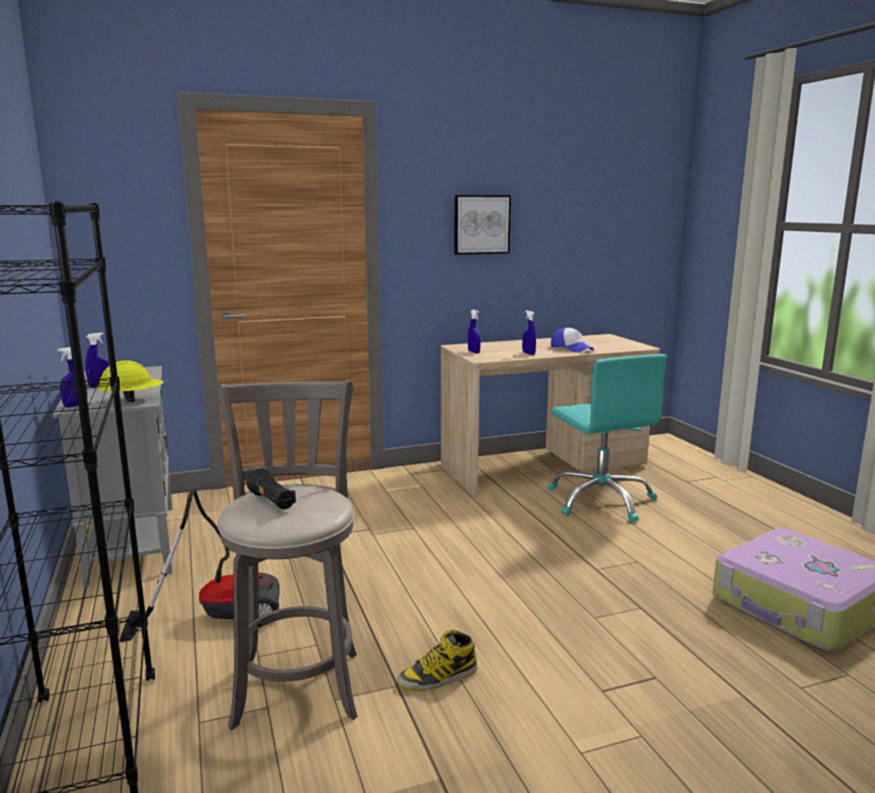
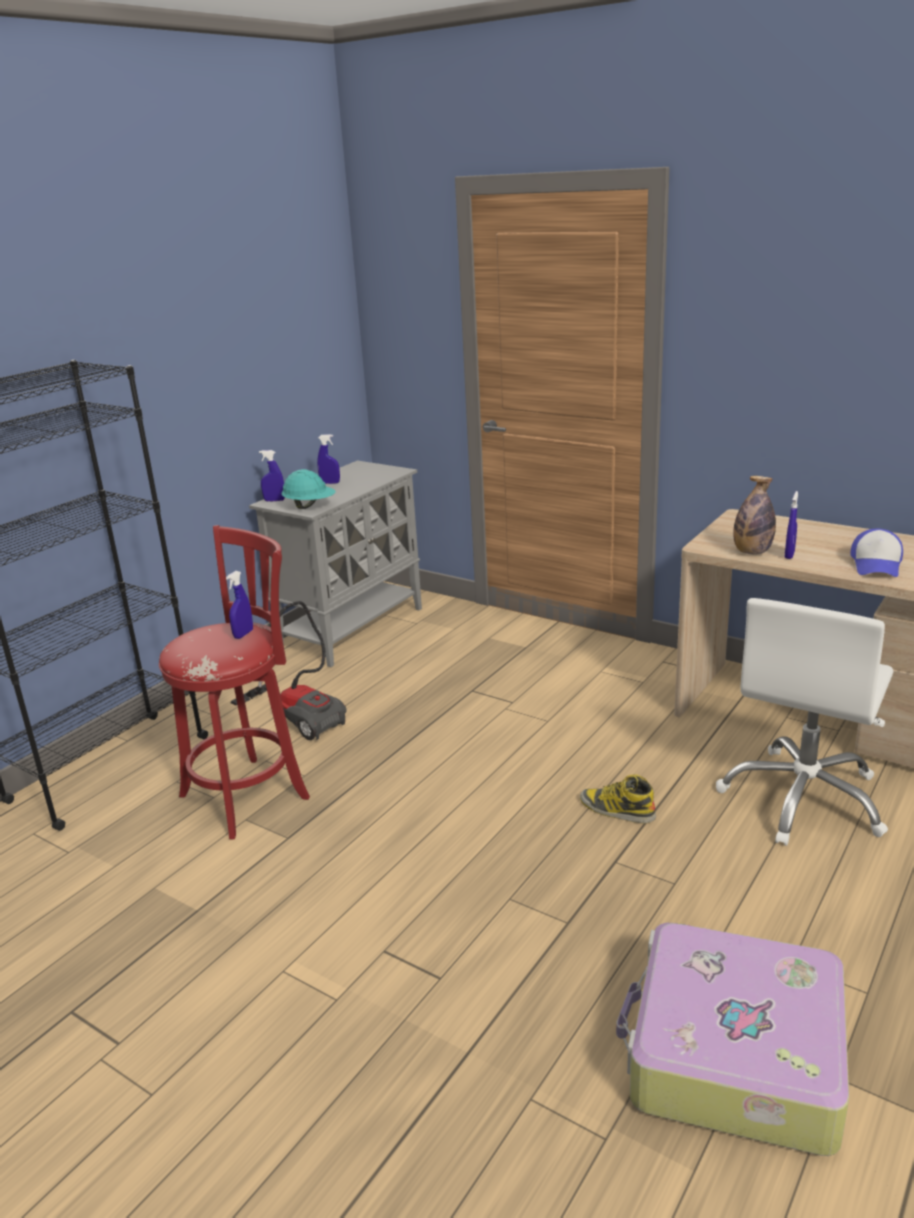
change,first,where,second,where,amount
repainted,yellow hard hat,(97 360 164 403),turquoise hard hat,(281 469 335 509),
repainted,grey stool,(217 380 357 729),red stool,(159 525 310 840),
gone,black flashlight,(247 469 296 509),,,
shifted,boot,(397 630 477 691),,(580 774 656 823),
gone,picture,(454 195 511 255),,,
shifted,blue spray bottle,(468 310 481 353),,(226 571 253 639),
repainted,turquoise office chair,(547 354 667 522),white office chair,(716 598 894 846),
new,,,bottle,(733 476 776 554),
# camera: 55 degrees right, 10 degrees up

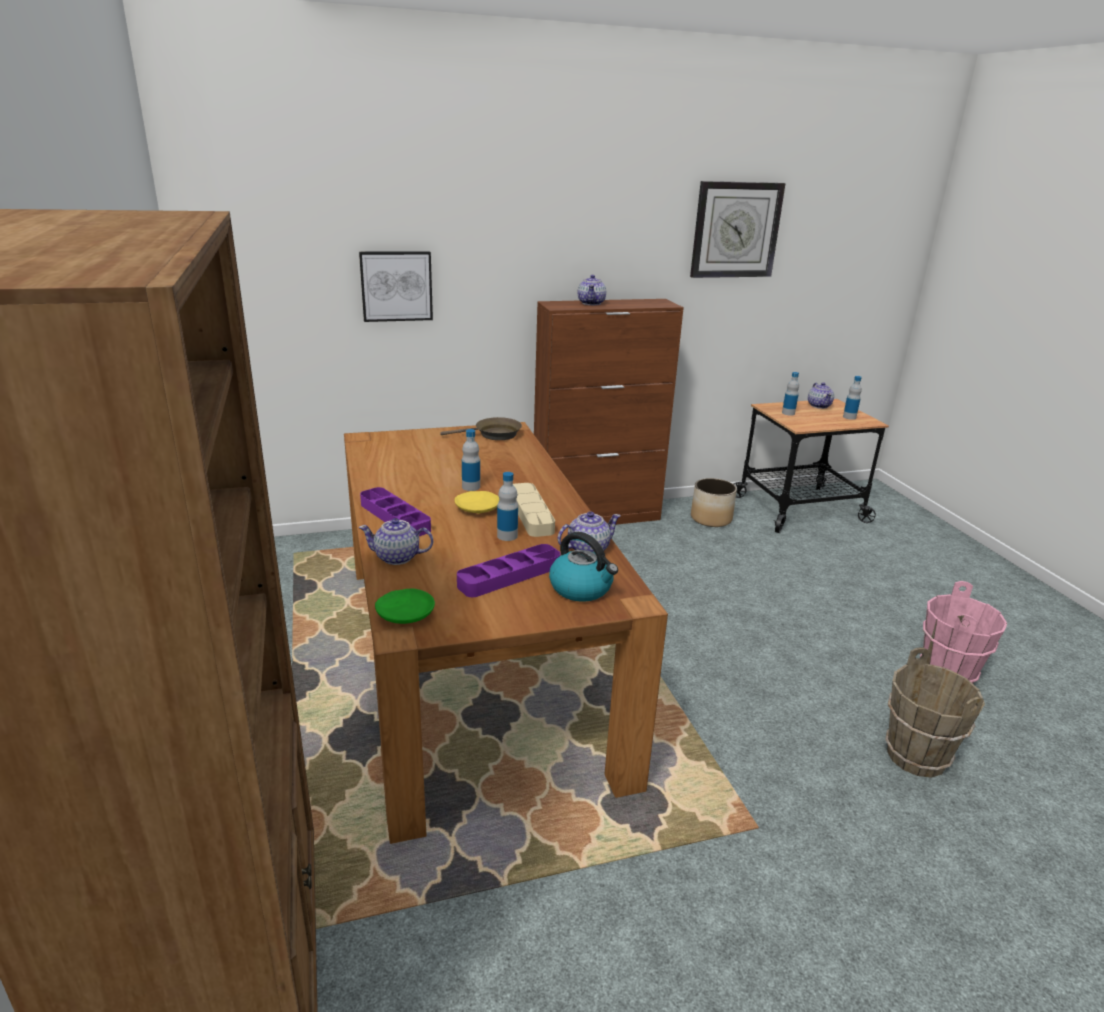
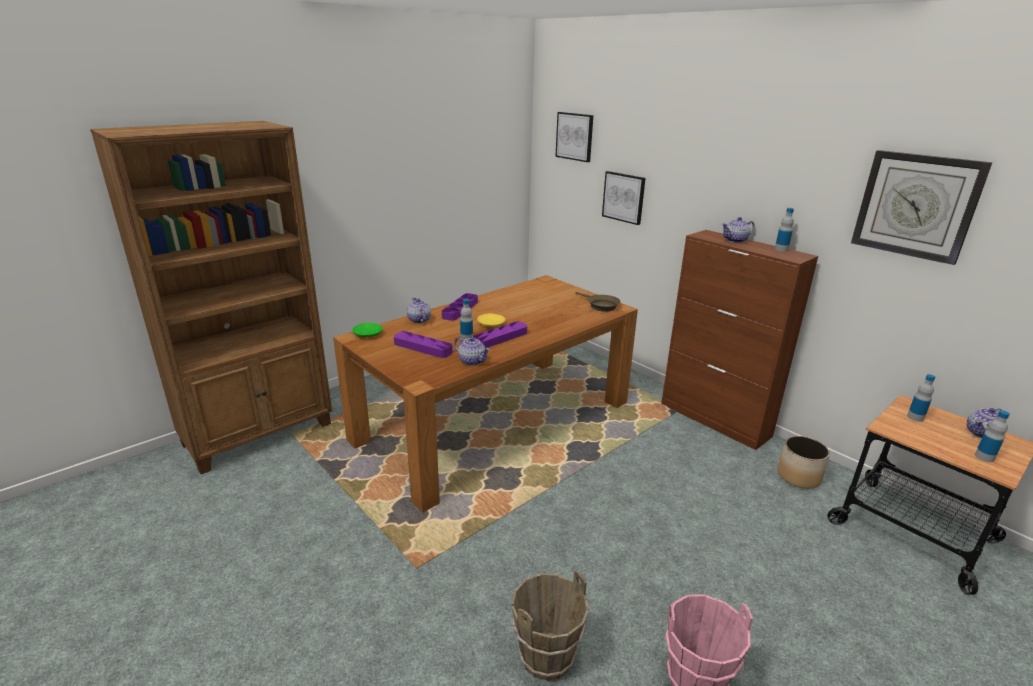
change,first,where,second,where,amount
shifted,bottle,(462 429 480 491),,(775 208 794 252),
repainted,beige tray,(513 483 555 537),purple tray,(473 321 527 348),
gone,kettle,(549 532 618 602),,,
new,,,picture,(555 112 593 162),
# camera: 65 degrees right, 0 degrees up

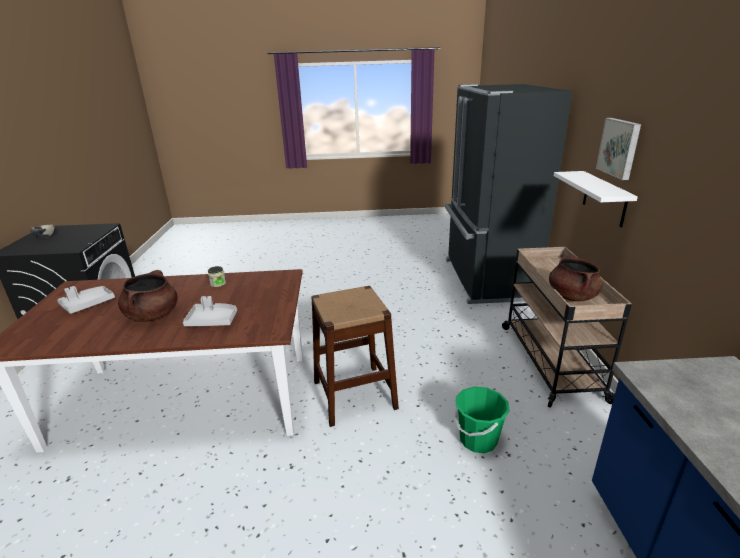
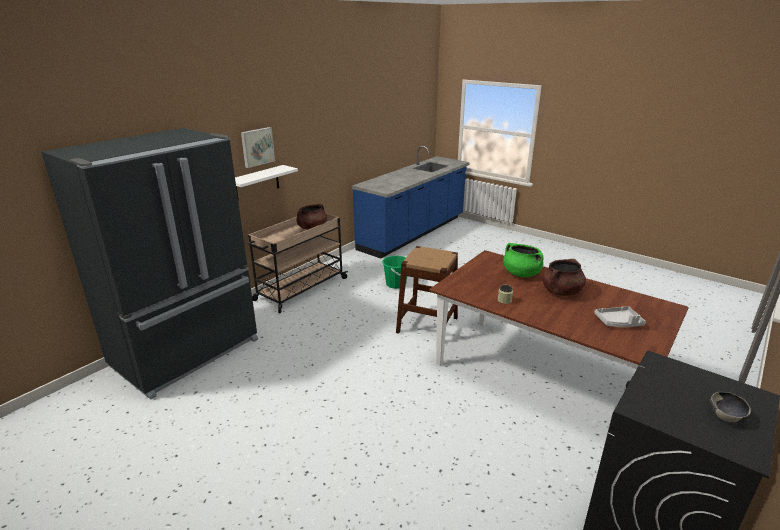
change,first,where,second,where,amount
swapped,grey tray,(183 296 237 326),green cooking pot,(503 243 544 277),
# camera: 140 degrees left, 0 degrees up

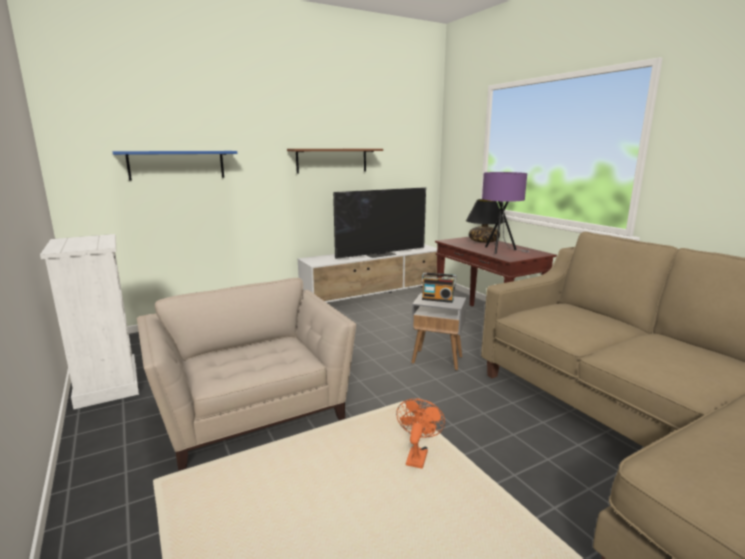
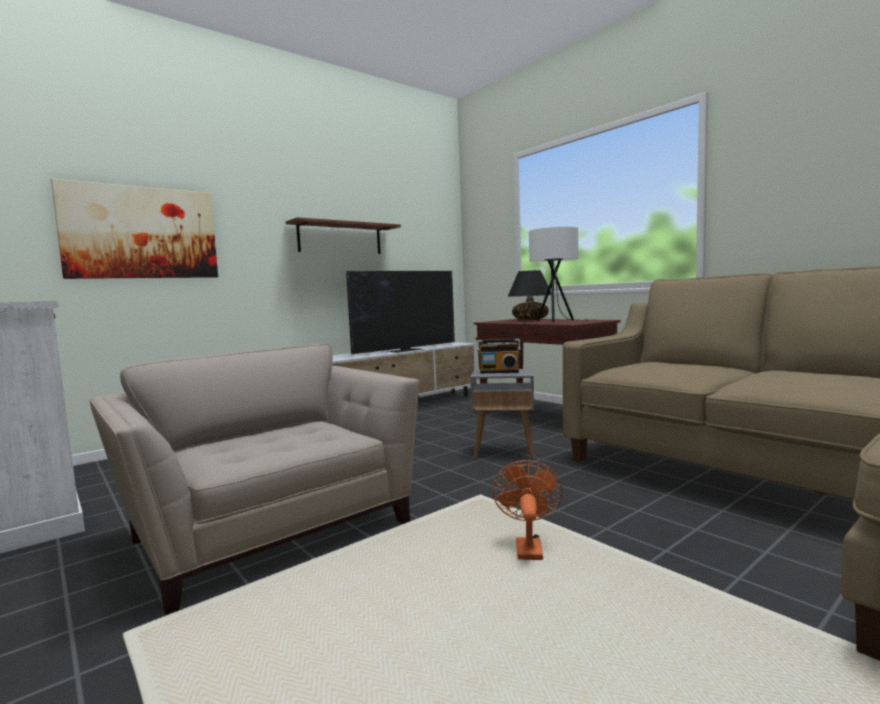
change,first,where,second,where,amount
swapped,blue shelf,(113 151 237 181),picture,(51 179 218 279),
repainted,purple table lamp,(482 172 530 254),white table lamp,(529 227 589 322),
# camera: 10 degrees left, 10 degrees down

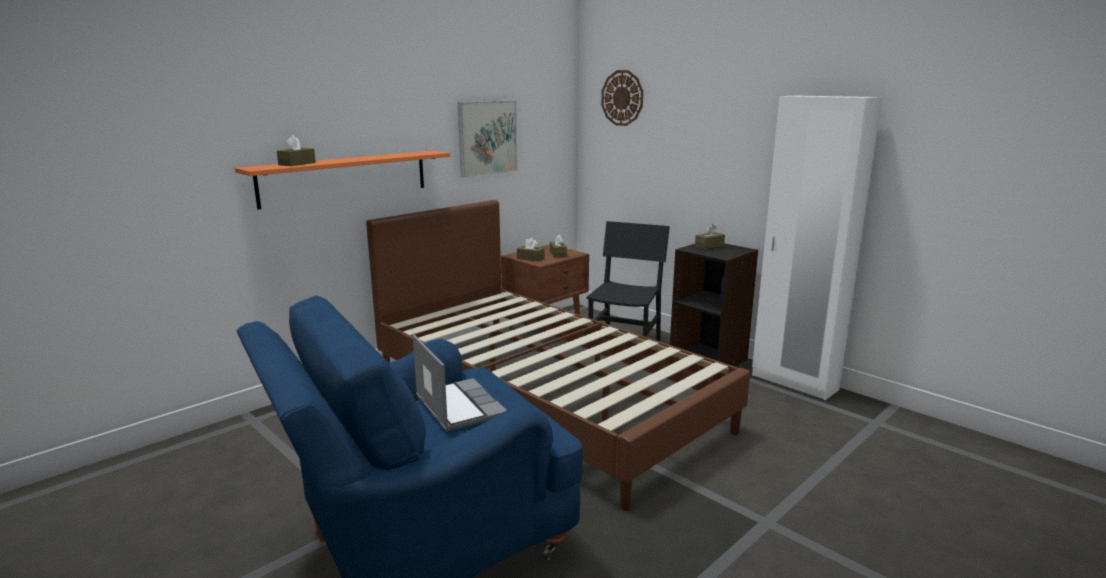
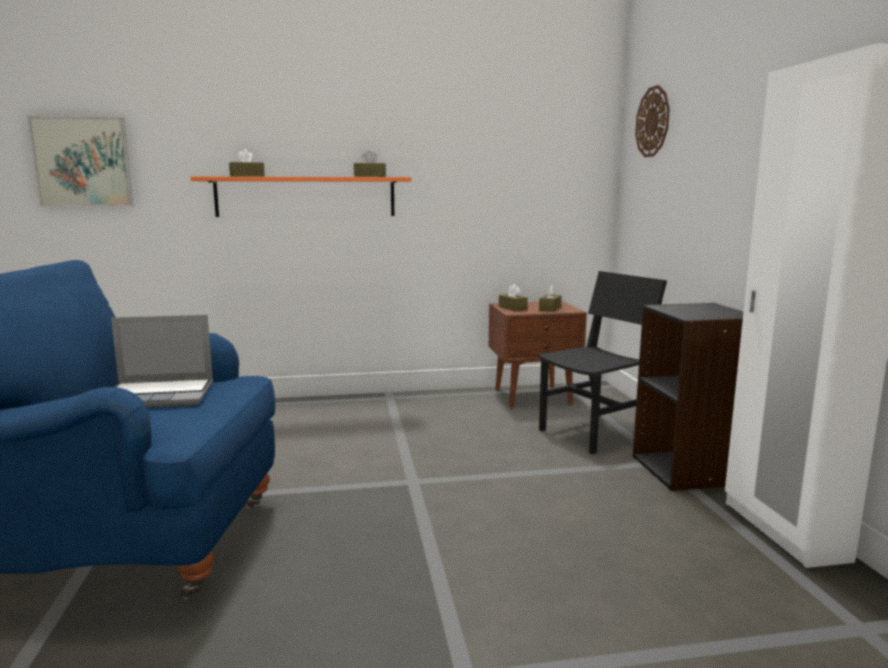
change,first,where,second,where,amount
gone,brown bed,(366 200 750 511),,,
rotated,laptop,(413 335 507 431),,(111 315 213 408),75 degrees clockwise
shifted,picture,(458 101 518 177),,(27 116 133 207),
shifted,brown tissue box,(695 224 725 249),,(354 150 386 177),
# camera: 35 degrees right, 5 degrees down

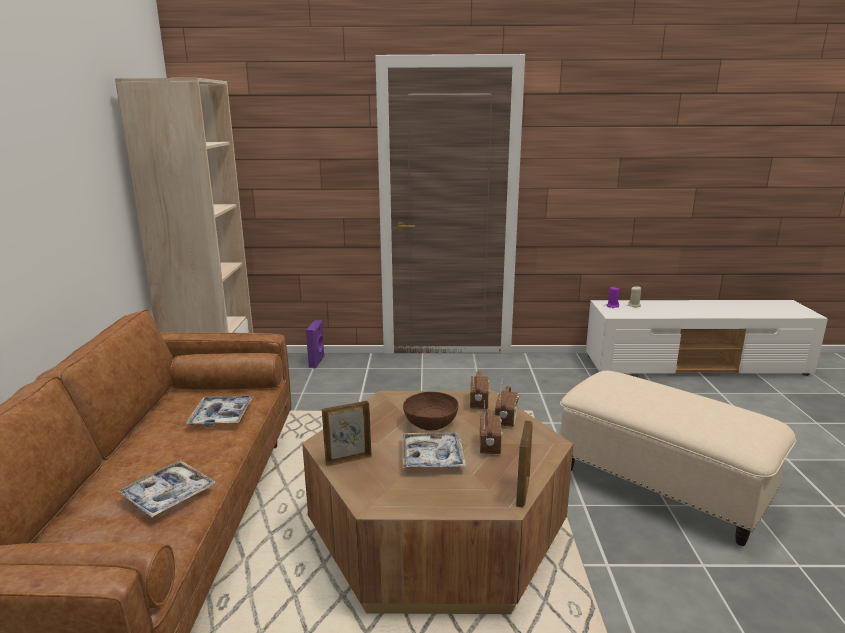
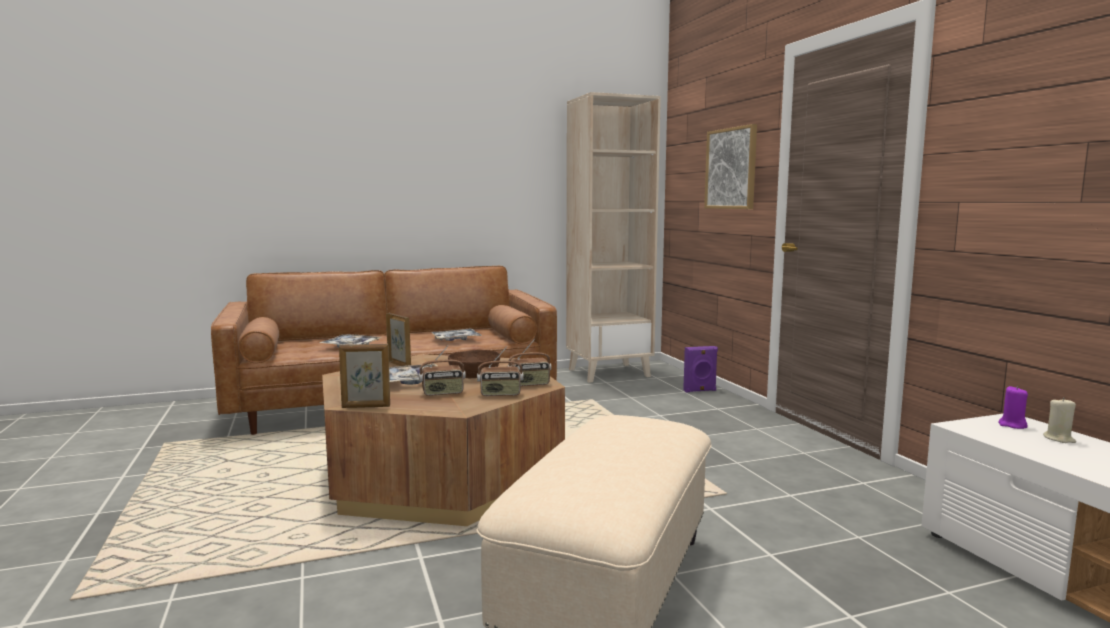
change,first,where,second,where,amount
new,,,picture,(704 124 757 209),
# camera: 70 degrees right, 10 degrees down

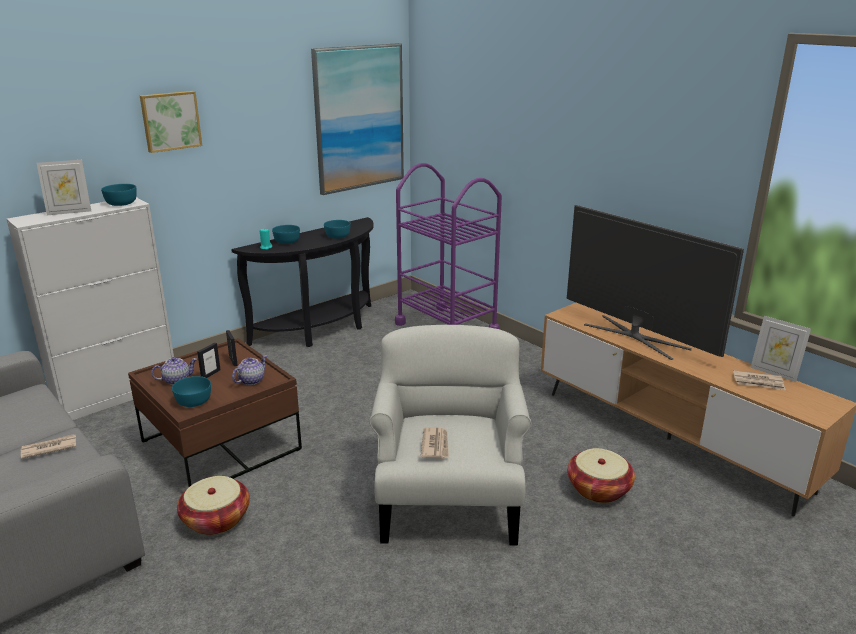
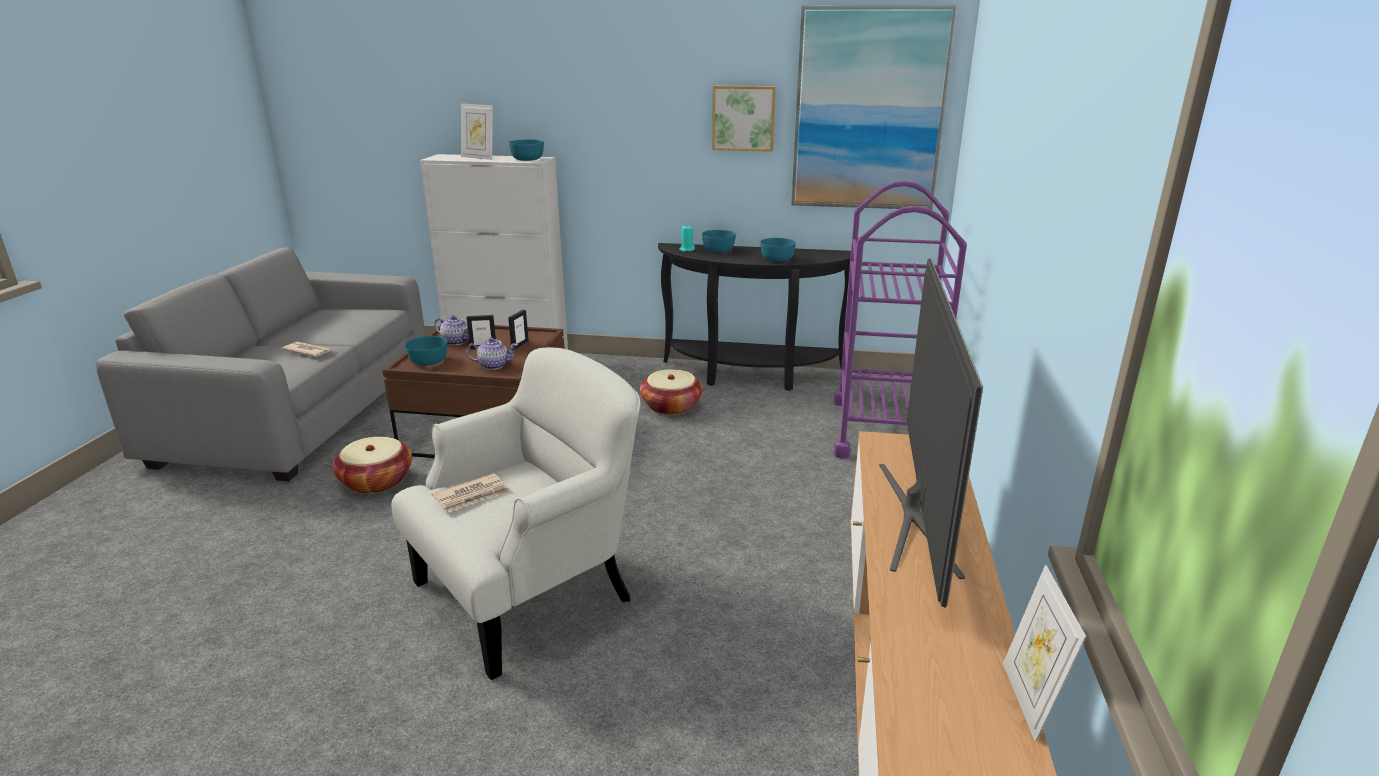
change,first,where,second,where,amount
shifted,picture,(140 91 202 153),,(712 85 776 152),
shifted,basket,(567 448 635 503),,(640 369 703 415),
gone,newspaper,(733 370 786 391),,,
# camera: 50 degrees right, 0 degrees up

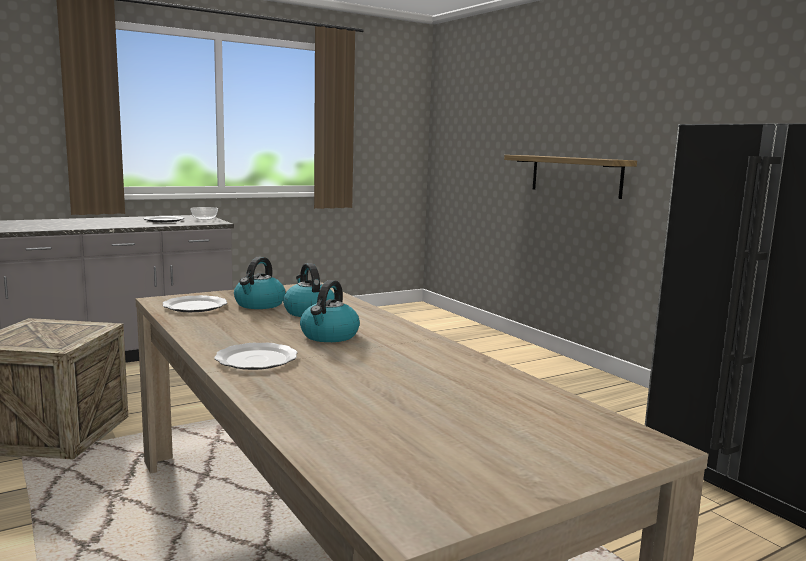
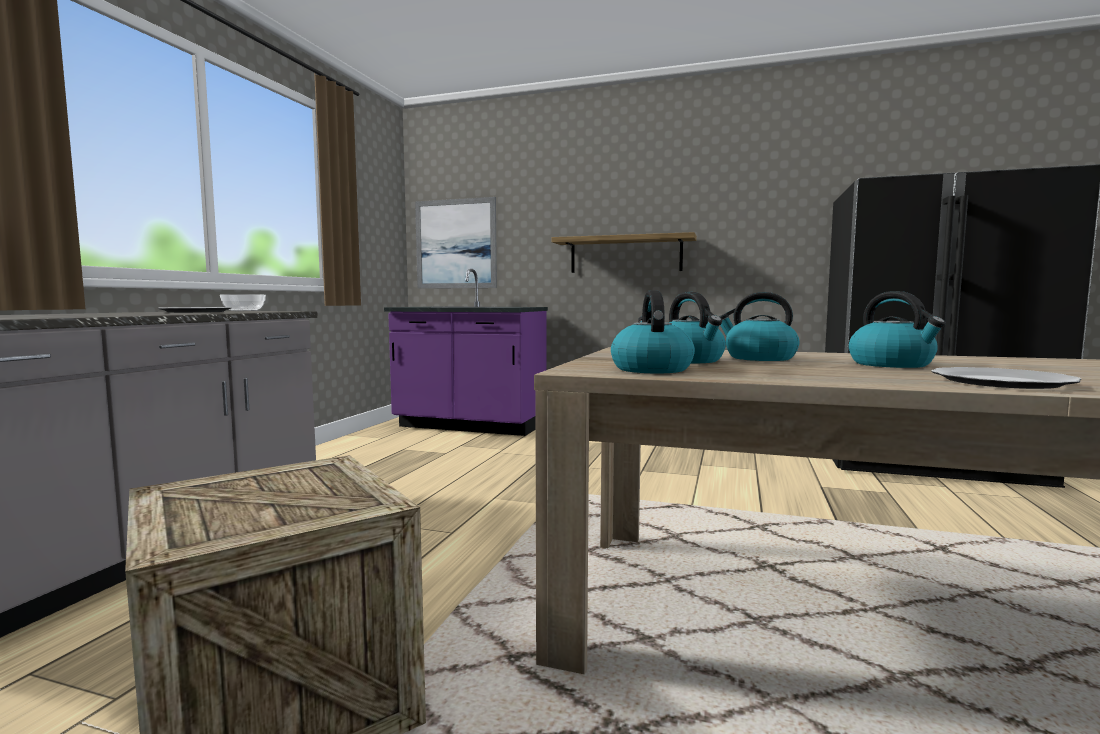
change,first,where,second,where,amount
swapped,plate,(162 295 227 312),kettle,(611 290 695 373),
new,,,purple counter,(384 269 548 436),
new,,,picture,(415 197 497 289),
# camera: 40 degrees left, 5 degrees down

